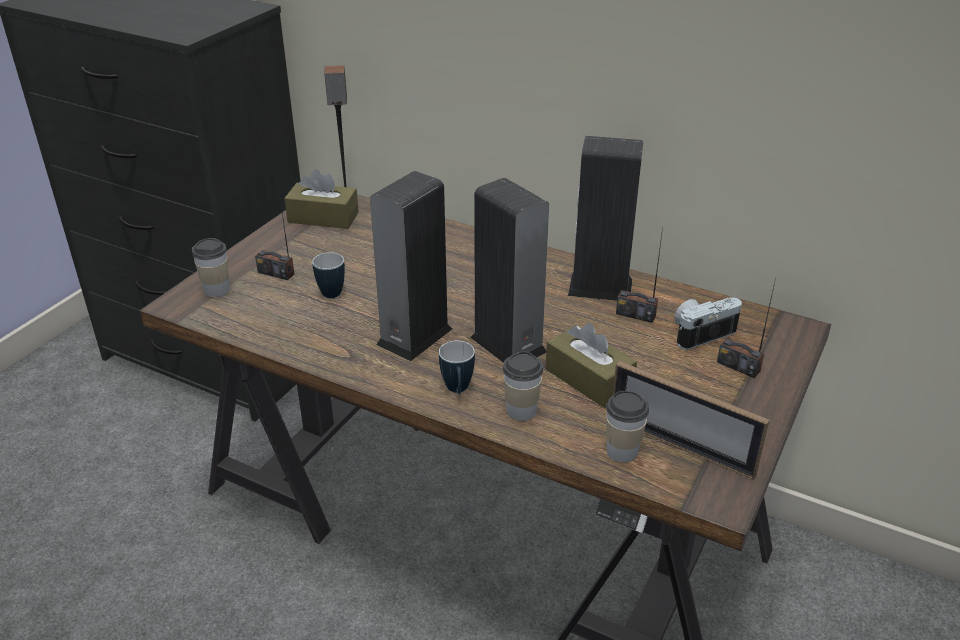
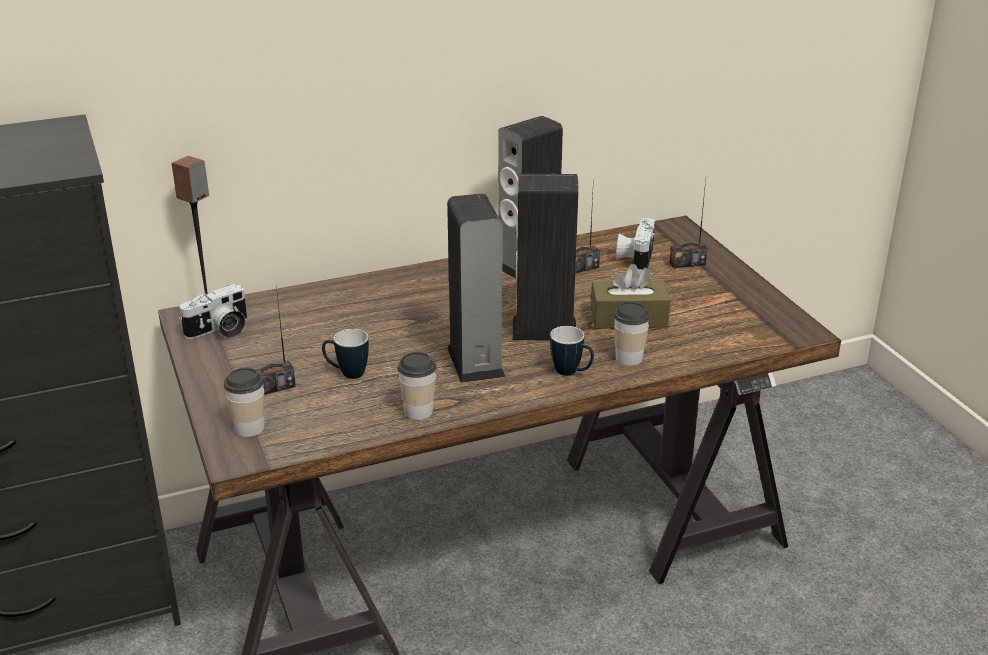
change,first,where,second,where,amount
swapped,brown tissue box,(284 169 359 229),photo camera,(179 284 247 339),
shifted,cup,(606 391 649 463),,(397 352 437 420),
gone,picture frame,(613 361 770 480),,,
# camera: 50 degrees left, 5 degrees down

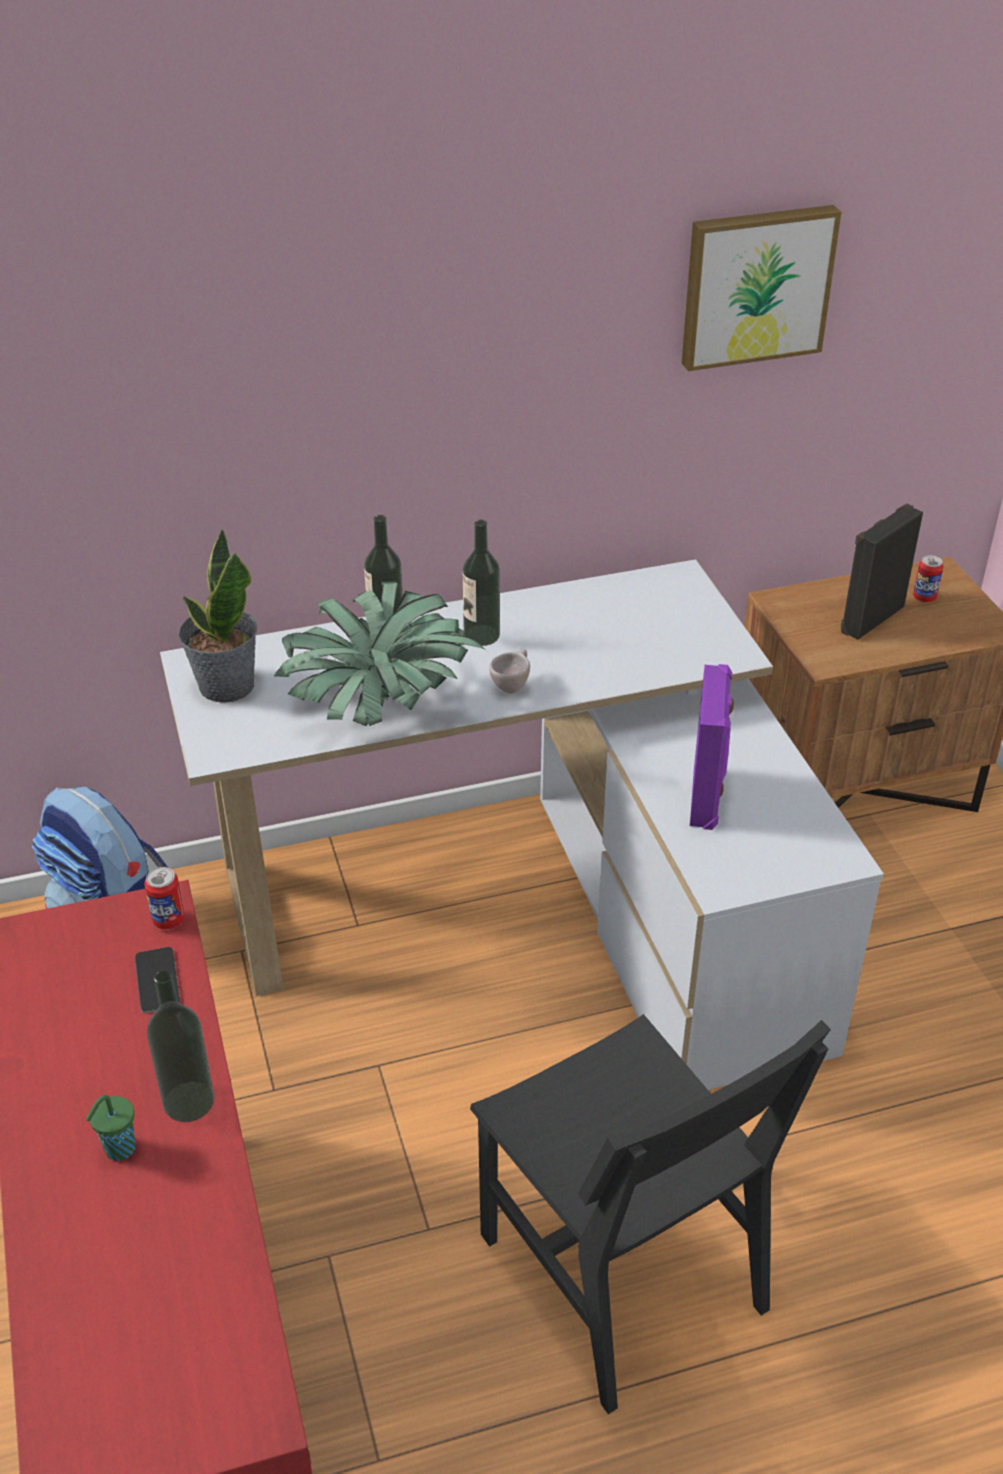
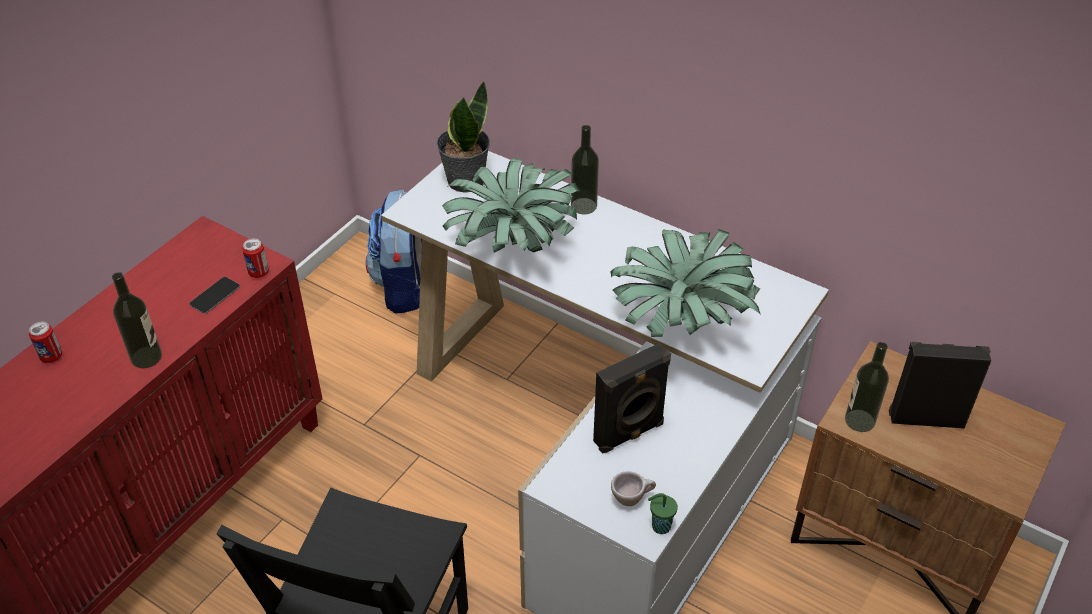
change,first,where,second,where,amount
shifted,green cup,(86 1095 136 1161),,(648 493 678 534),
shifted,bottle,(463 520 500 646),,(845 342 889 432),
shifted,beige cup,(489 650 530 693),,(611 471 656 506),
gone,picture,(682 205 841 371),,,
repainted,purple speaker,(690 664 734 830),black speaker,(593 343 671 454),
shifted,can,(913 555 944 603),,(29 322 62 363),
new,,,potted plant,(611 229 761 337),
# camera: 50 degrees right, 5 degrees up

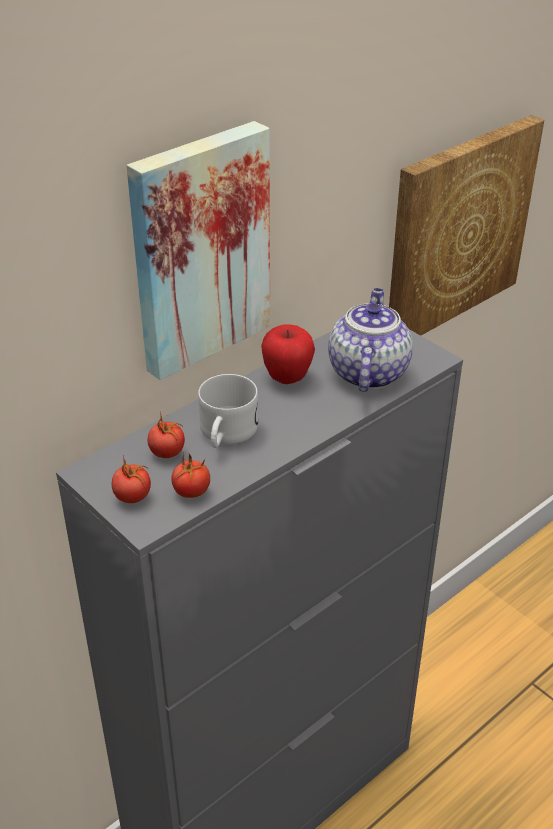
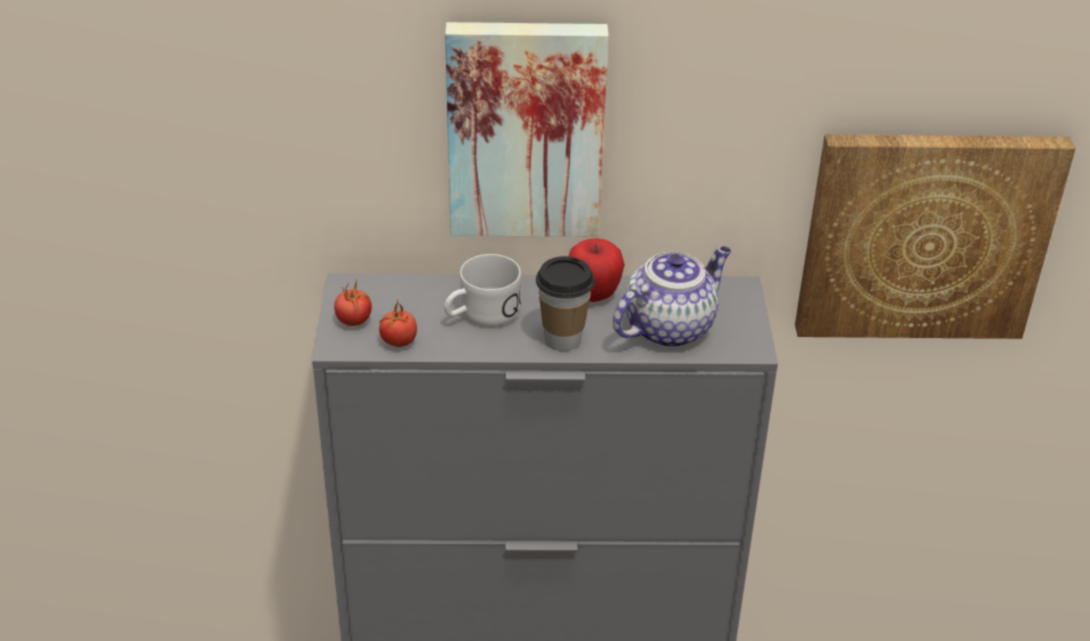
change,first,where,second,where,amount
gone,tomato,(148 412 185 458),,,
new,,,cup,(536 256 595 351),
# camera: 40 degrees right, 0 degrees up

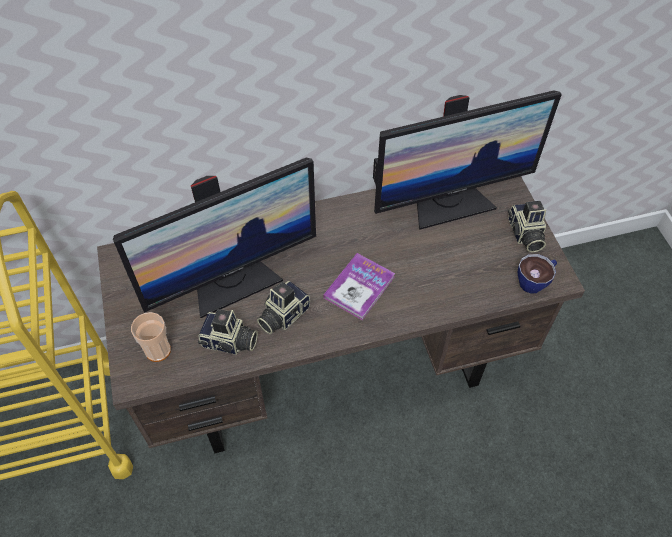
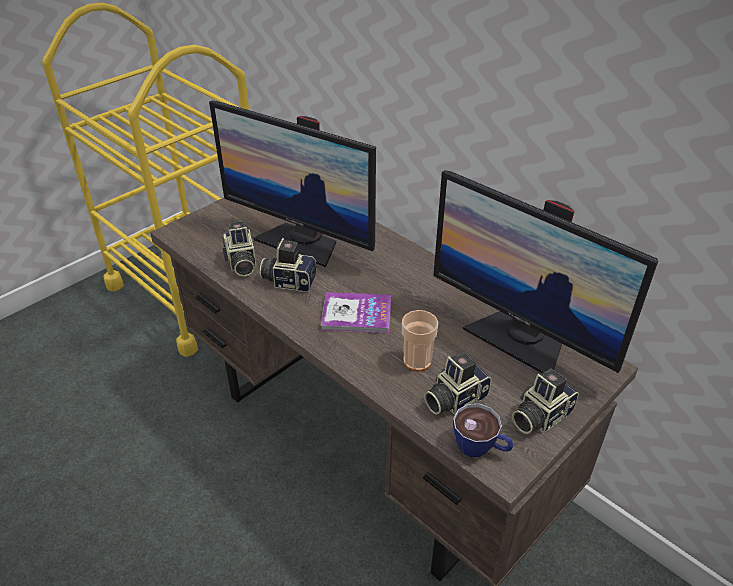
change,first,where,second,where,amount
shifted,cup,(131 312 171 362),,(402 310 438 372),
new,,,photo camera,(424 352 492 415),
# camera: 60 degrees right, 15 degrees down

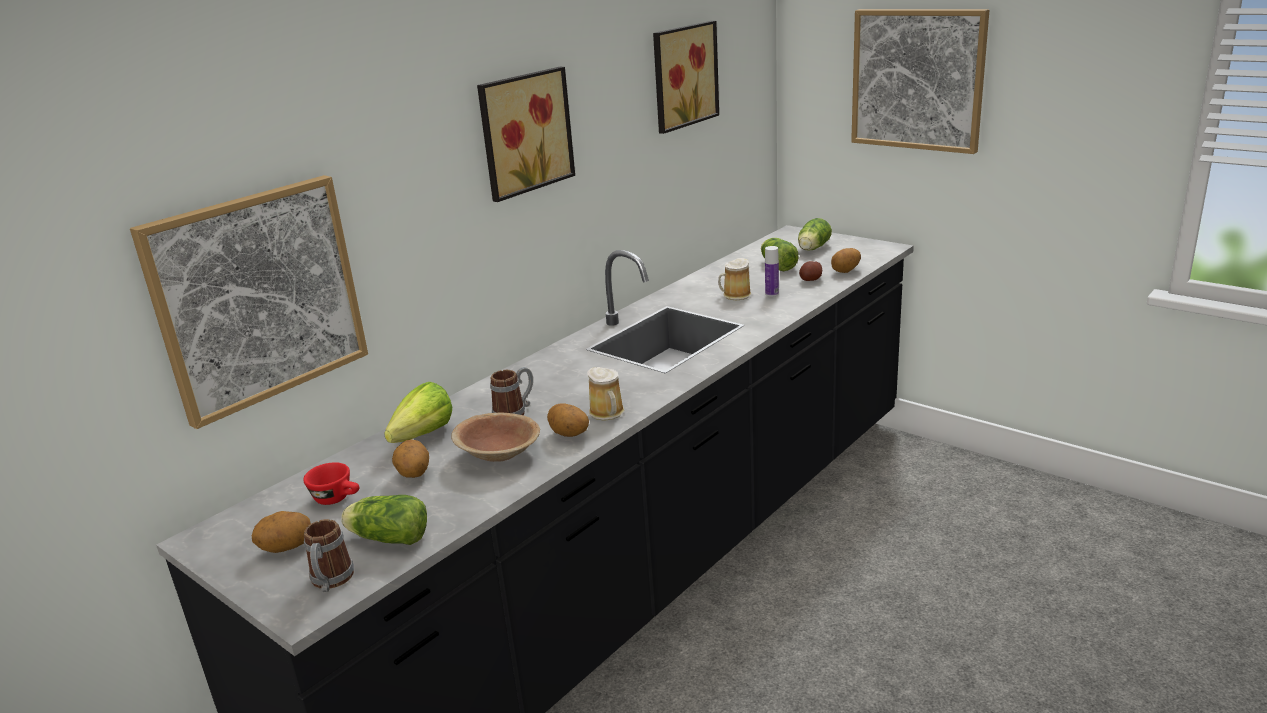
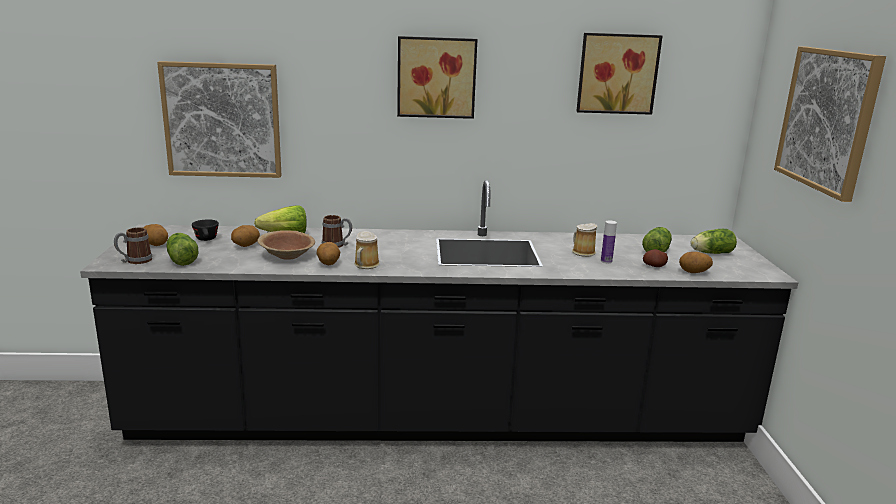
change,first,where,second,where,amount
repainted,red cup,(303 462 360 505),black cup,(192 219 219 241),
# camera: 45 degrees right, 5 degrees down

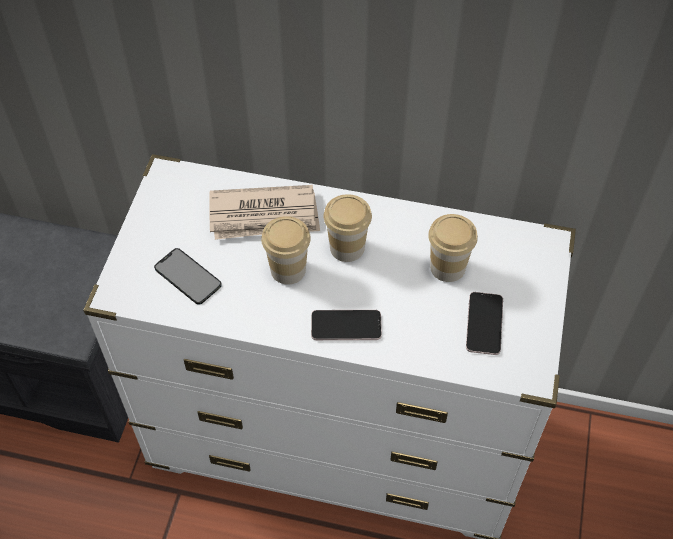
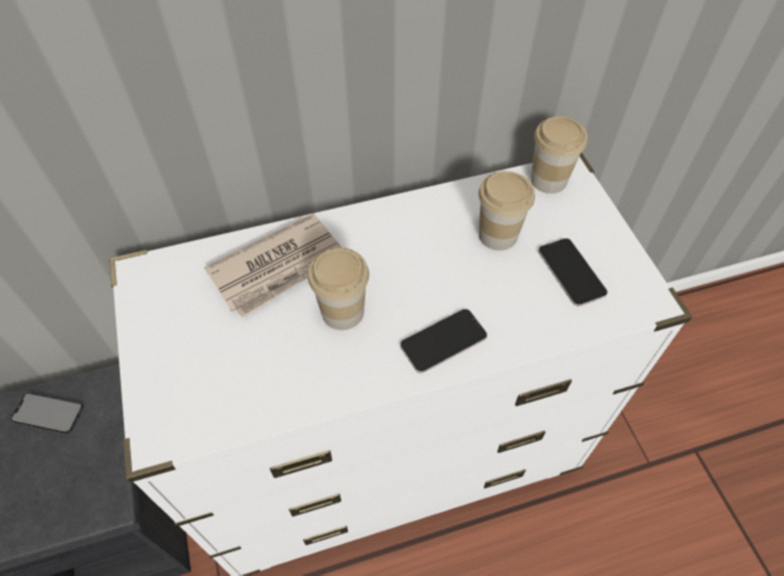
change,first,where,second,where,amount
shifted,phone,(154 248 222 305),,(11 393 83 434),
shifted,cup,(324 194 372 262),,(530 116 588 194),
# camera: 30 degrees left, 0 degrees up

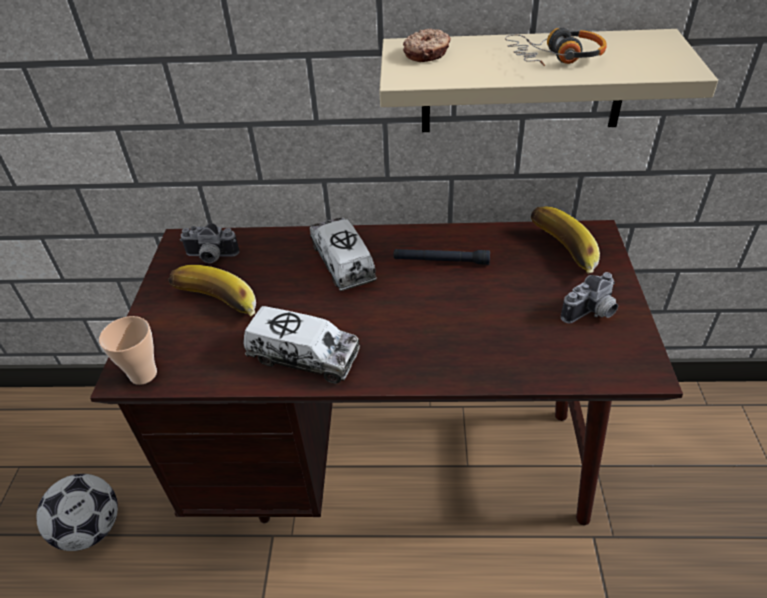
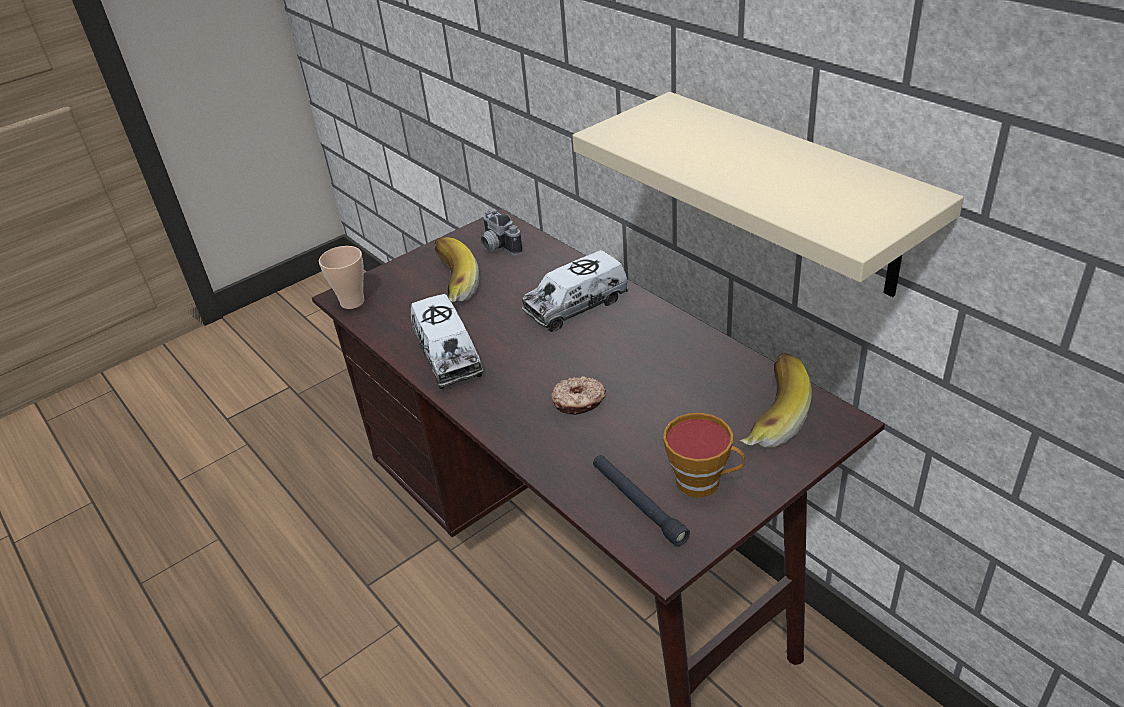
change,first,where,second,where,amount
gone,football,(36 474 118 551),,,
rotated,toy truck,(310 217 377 291),,(522 250 629 332),150 degrees counterclockwise
shifted,black flashlight,(393 249 490 265),,(593 455 690 547),
shifted,donut,(403 29 451 62),,(551 376 606 415),
gone,headphones,(505 28 607 66),,,
swapped,photo camera,(561 272 618 323),cup,(663 413 745 498),
# camera: 50 degrees right, 5 degrees down

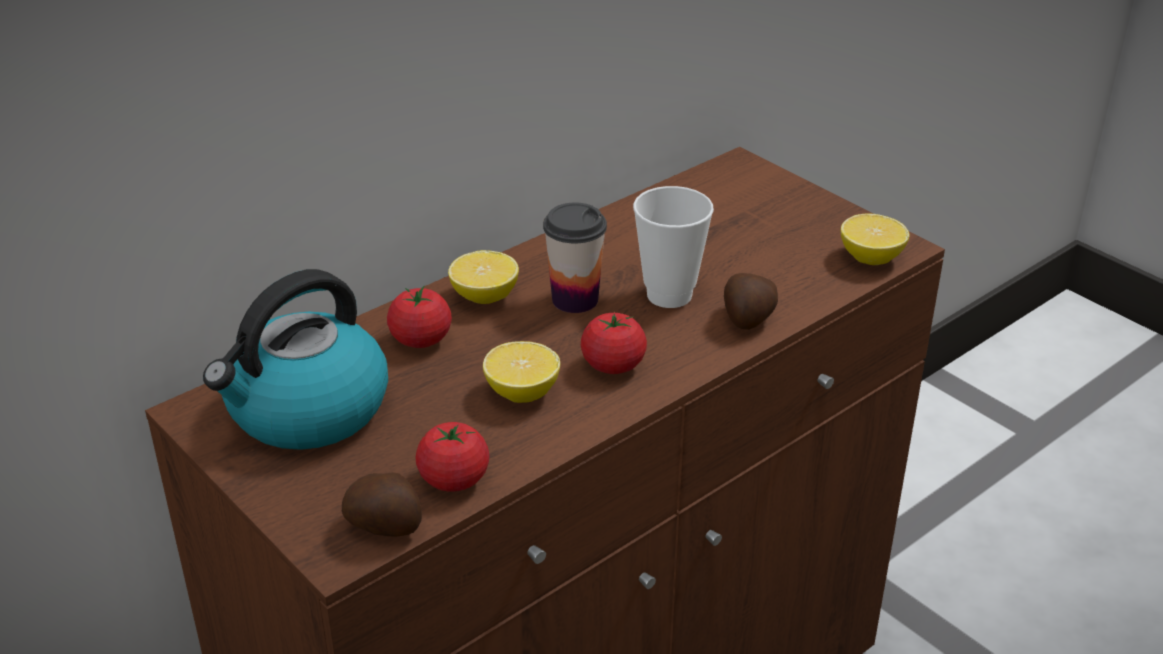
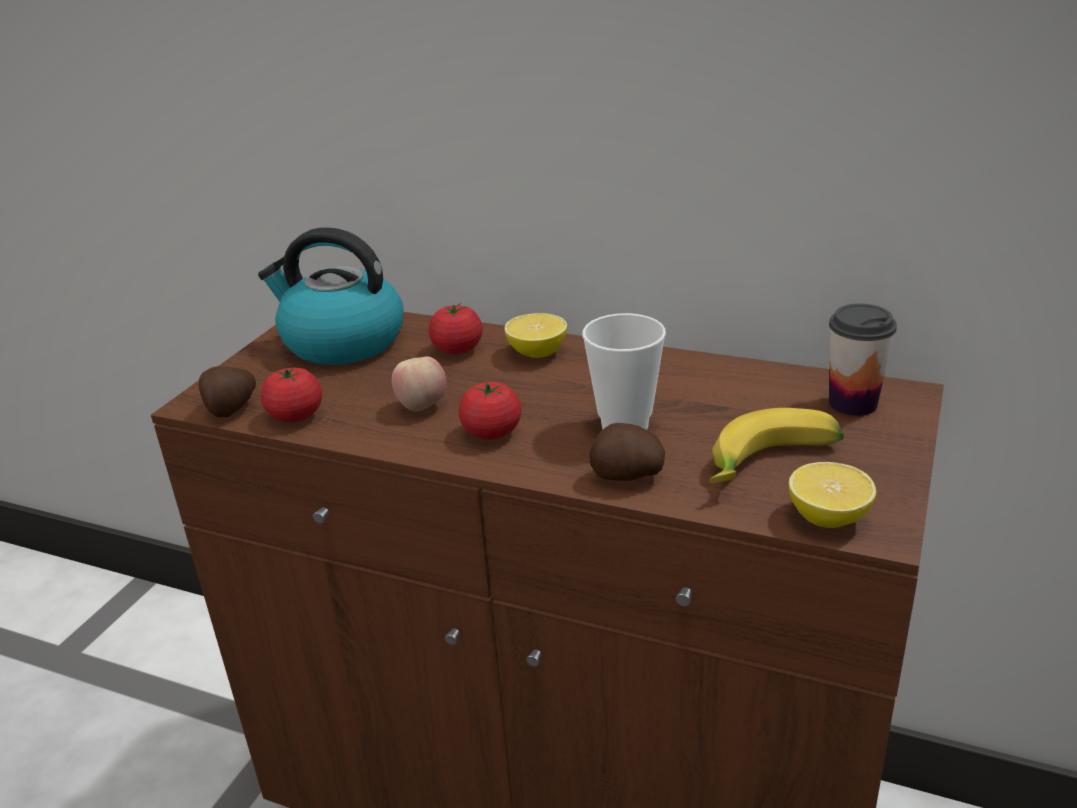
change,first,where,second,where,amount
swapped,lemon,(483 341 560 403),apple,(392 356 446 411),
shifted,cup,(543 202 607 313),,(829 304 897 416),
new,,,banana,(710 408 844 483),
# camera: 65 degrees right, 5 degrees down

